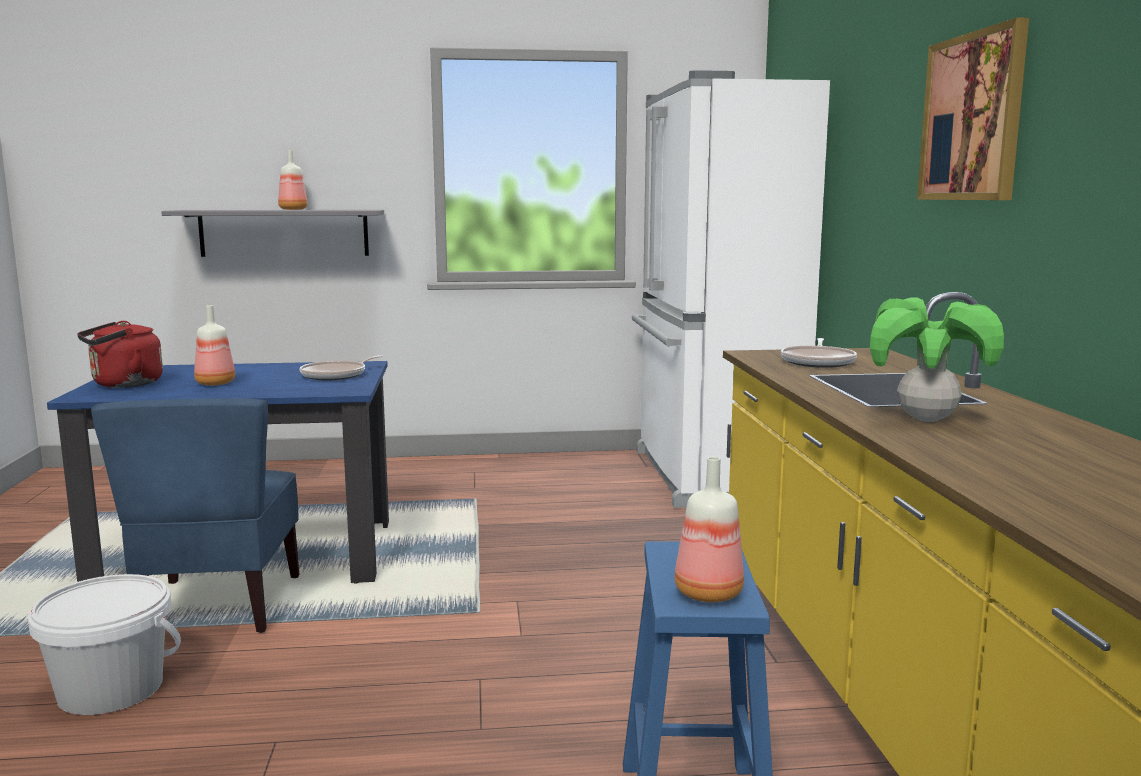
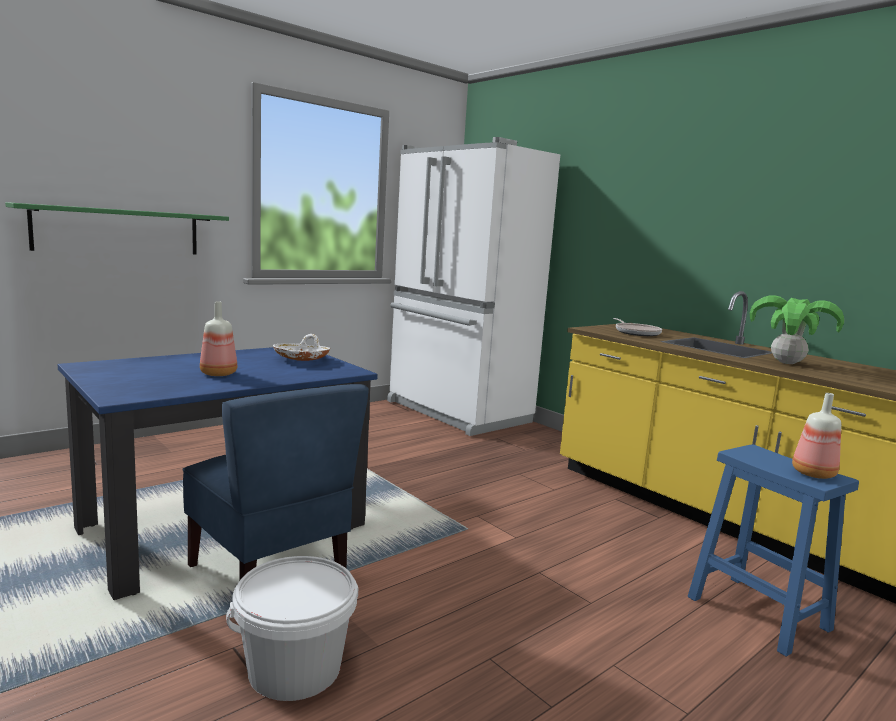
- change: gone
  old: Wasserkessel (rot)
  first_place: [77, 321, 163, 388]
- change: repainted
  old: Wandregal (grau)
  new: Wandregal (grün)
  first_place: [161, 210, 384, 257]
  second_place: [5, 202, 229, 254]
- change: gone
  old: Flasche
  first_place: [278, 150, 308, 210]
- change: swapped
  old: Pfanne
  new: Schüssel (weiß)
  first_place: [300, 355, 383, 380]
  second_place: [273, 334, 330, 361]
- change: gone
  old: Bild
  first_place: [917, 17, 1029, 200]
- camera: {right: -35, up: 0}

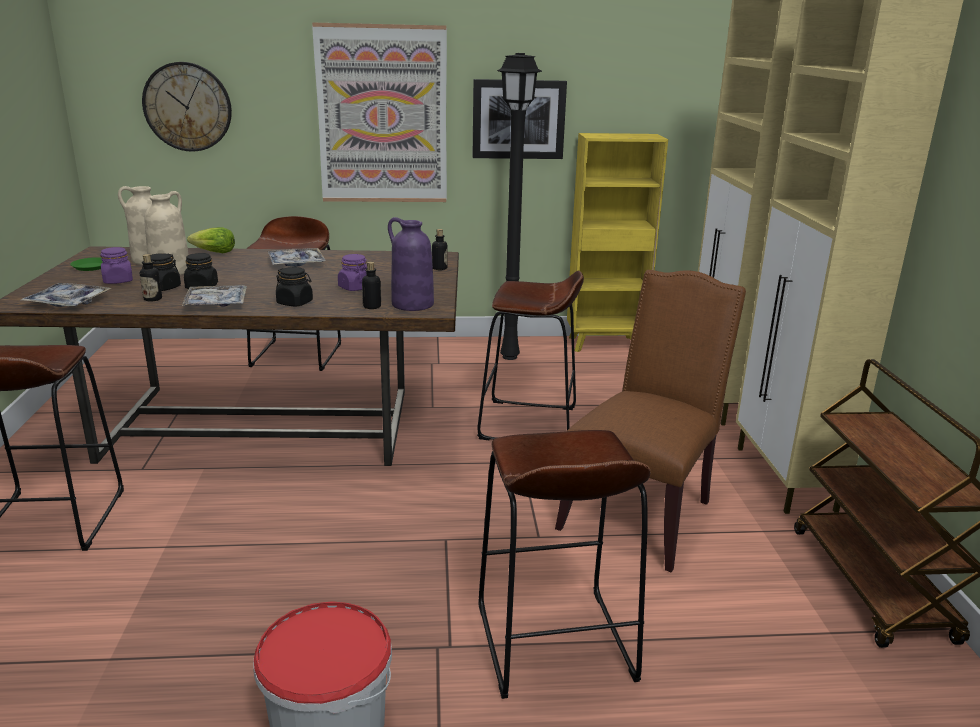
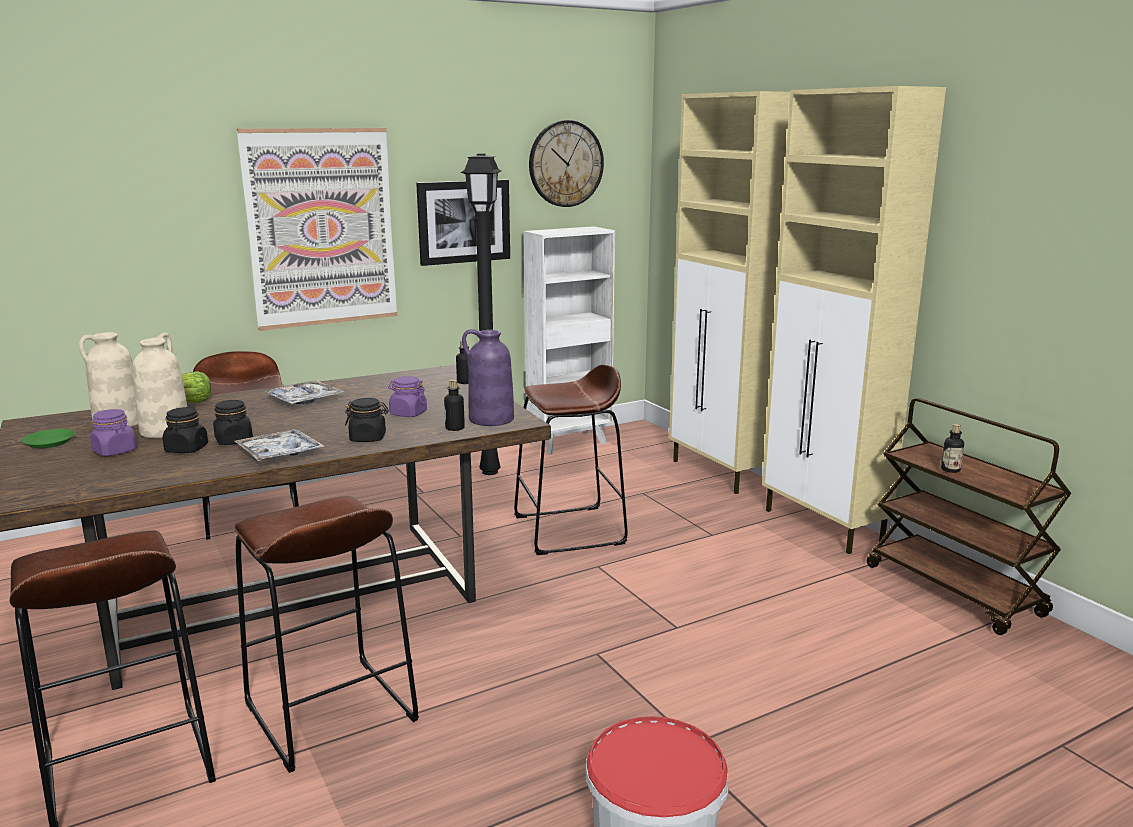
- change: gone
  old: Tablett
  first_place: [21, 283, 111, 307]
- change: shifted
  old: Flasche
  first_place: [140, 254, 162, 301]
  second_place: [941, 424, 964, 473]
- change: shifted
  old: Wanduhr
  first_place: [142, 62, 232, 152]
  second_place: [529, 120, 604, 207]
- change: shifted
  old: Hocker (braun)
  first_place: [478, 430, 650, 699]
  second_place: [235, 496, 419, 773]
- change: gone
  old: Stuhl (braun)
  first_place: [555, 270, 746, 572]
- change: repainted
  old: Bücherregal (gelb)
  new: Bücherregal (weiß)
  first_place: [567, 133, 668, 352]
  second_place: [523, 226, 615, 455]
- camera: {right: -25, up: -5}

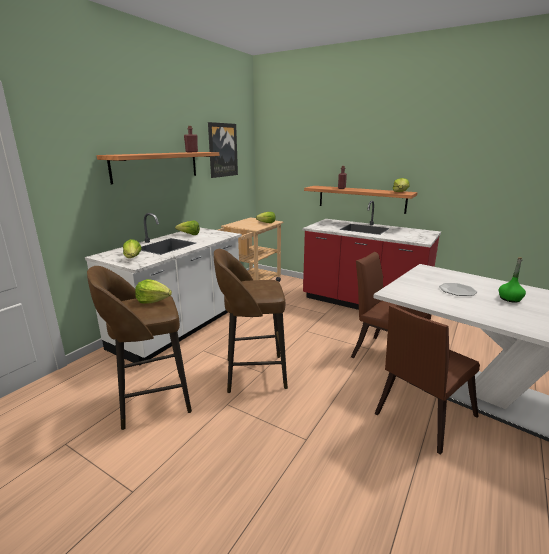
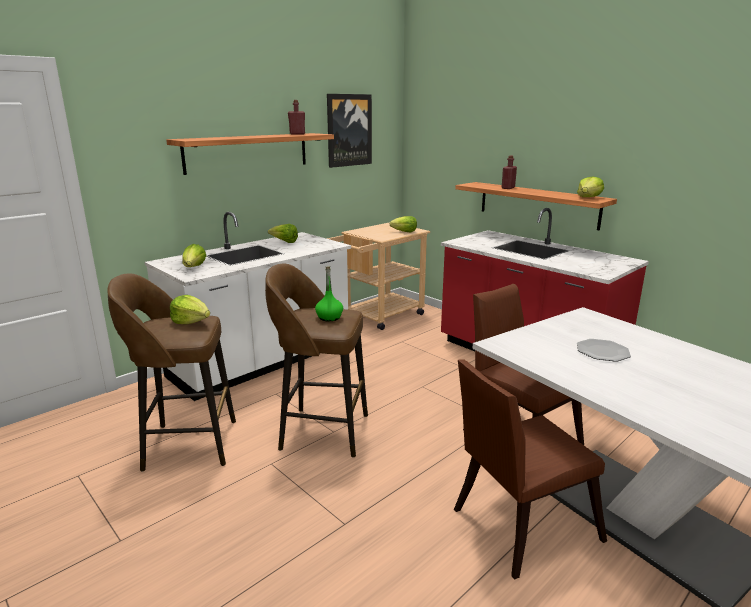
- change: shifted
  old: Flasche (grün)
  first_place: [499, 257, 526, 303]
  second_place: [315, 266, 343, 321]
- camera: {right: 15, up: 0}

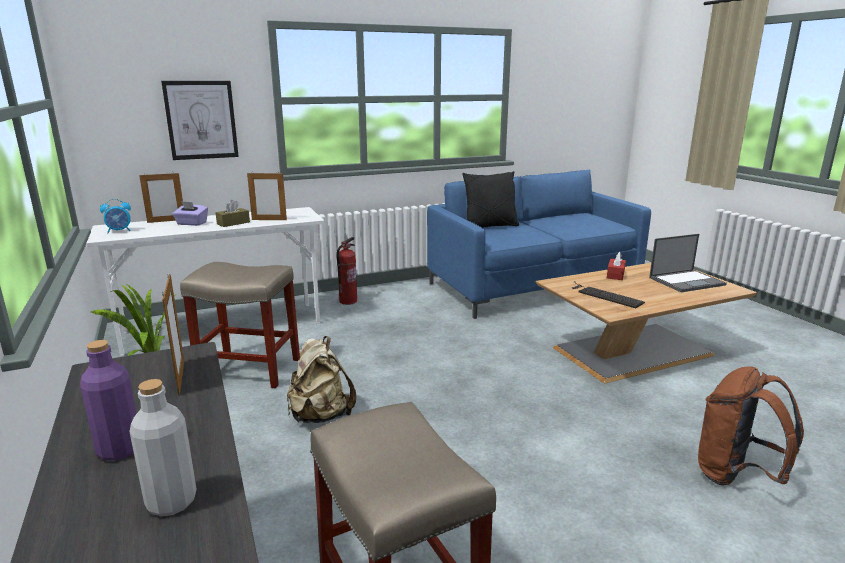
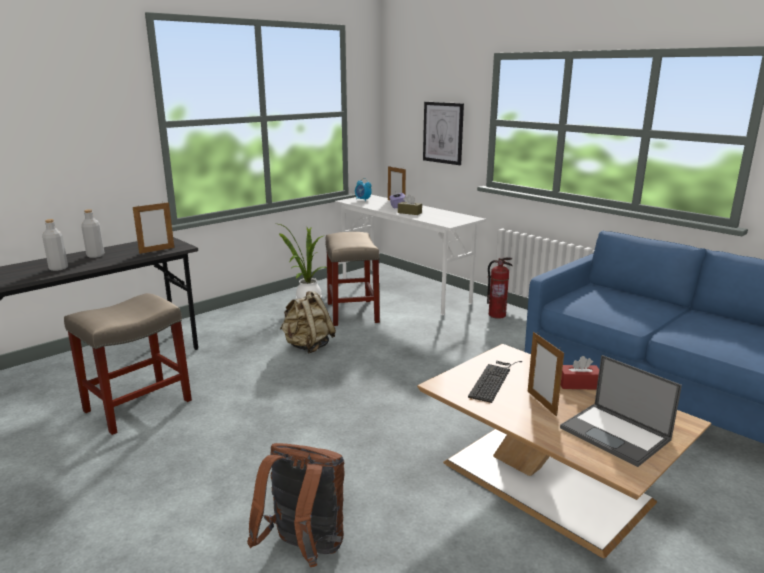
- change: repainted
  old: Flasche (lila)
  new: Flasche (grau)
  first_place: [80, 340, 137, 461]
  second_place: [81, 209, 104, 258]
- change: shifted
  old: Bilderrahmen
  first_place: [247, 172, 287, 220]
  second_place: [528, 332, 564, 416]
- change: gone
  old: Kissen (schwarz)
  first_place: [462, 171, 519, 228]
- camera: {right: 70, up: 0}

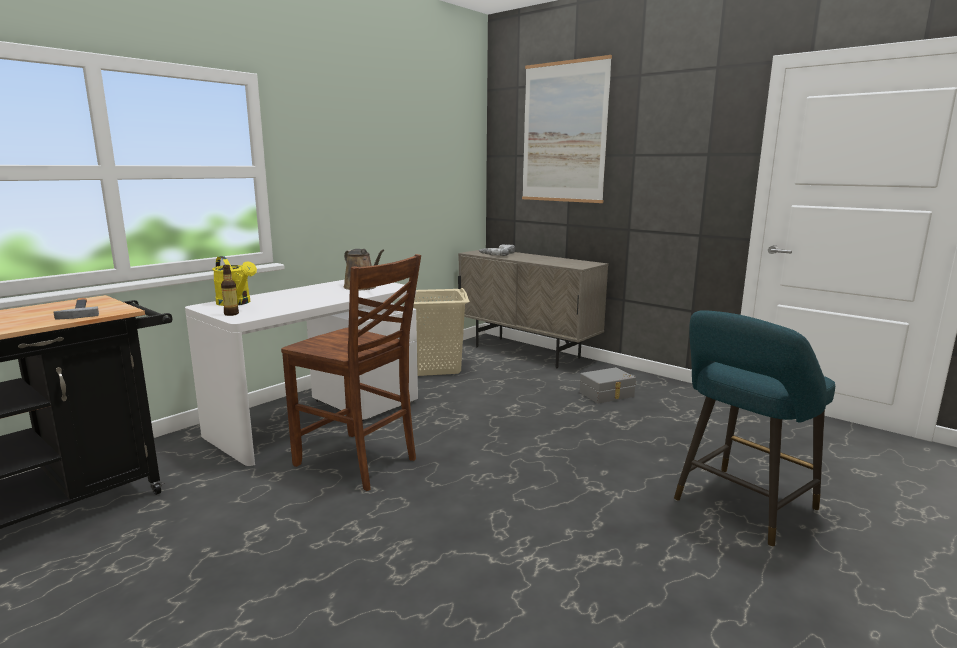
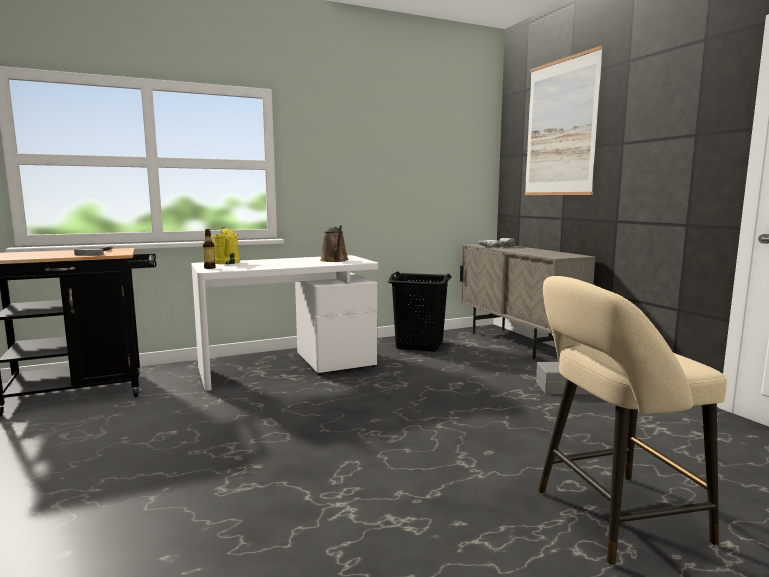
- change: gone
  old: Stuhl (braun)
  first_place: [281, 254, 421, 491]
- change: repainted
  old: Wäschekorb (beige)
  new: Wäschekorb (schwarz)
  first_place: [413, 288, 470, 376]
  second_place: [388, 272, 452, 352]
- change: repainted
  old: Hocker (türkis)
  new: Hocker (beige)
  first_place: [674, 310, 835, 547]
  second_place: [538, 276, 727, 566]
- camera: {right: 25, up: -5}

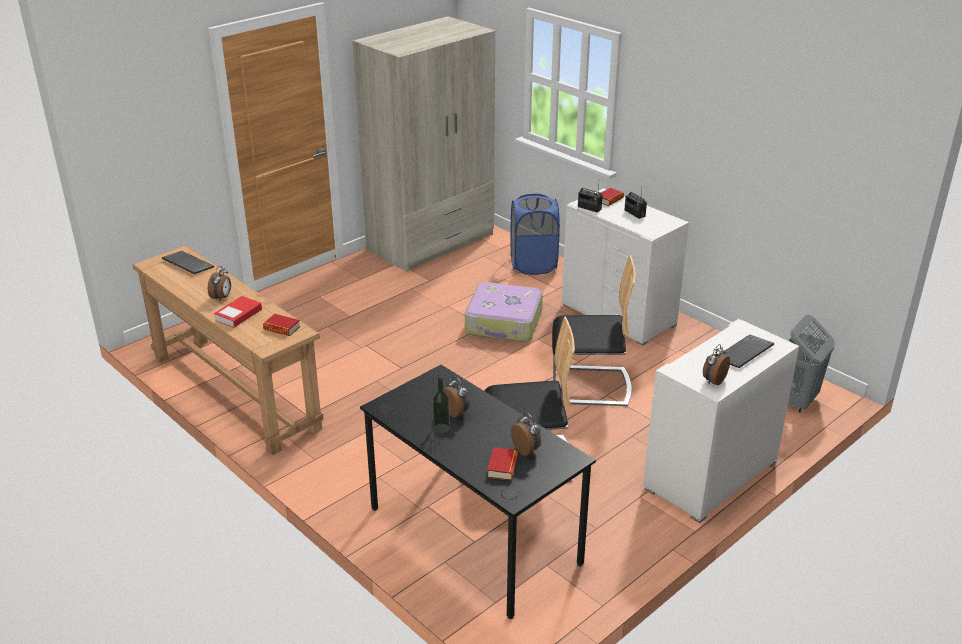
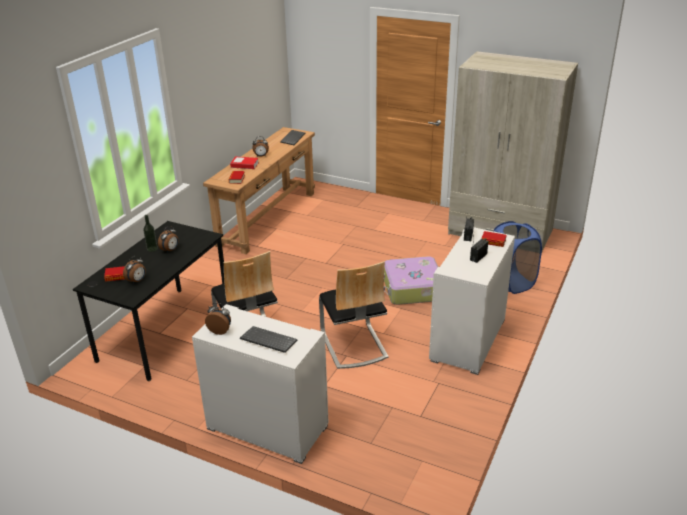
- change: gone
  old: Wäschekorb (grau)
  first_place: [787, 315, 835, 413]
- camera: {right: 70, up: 0}

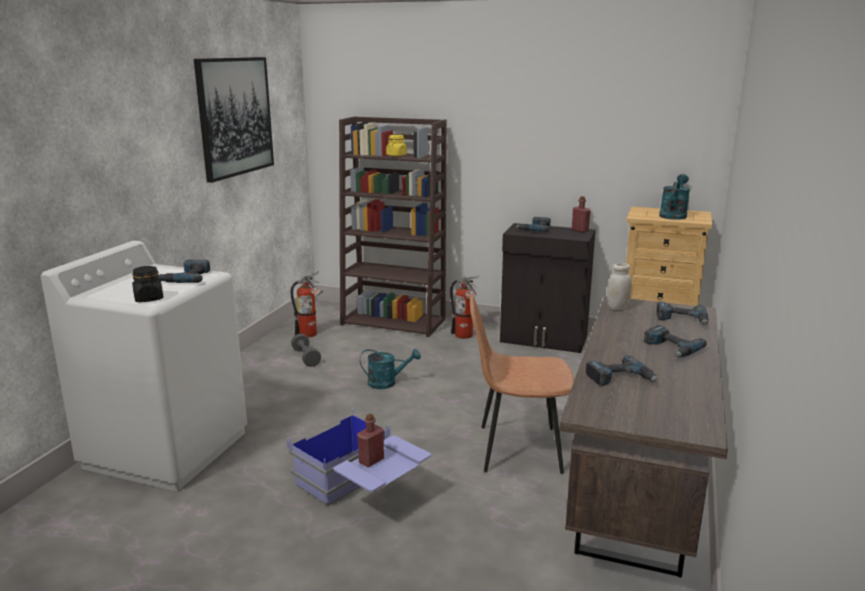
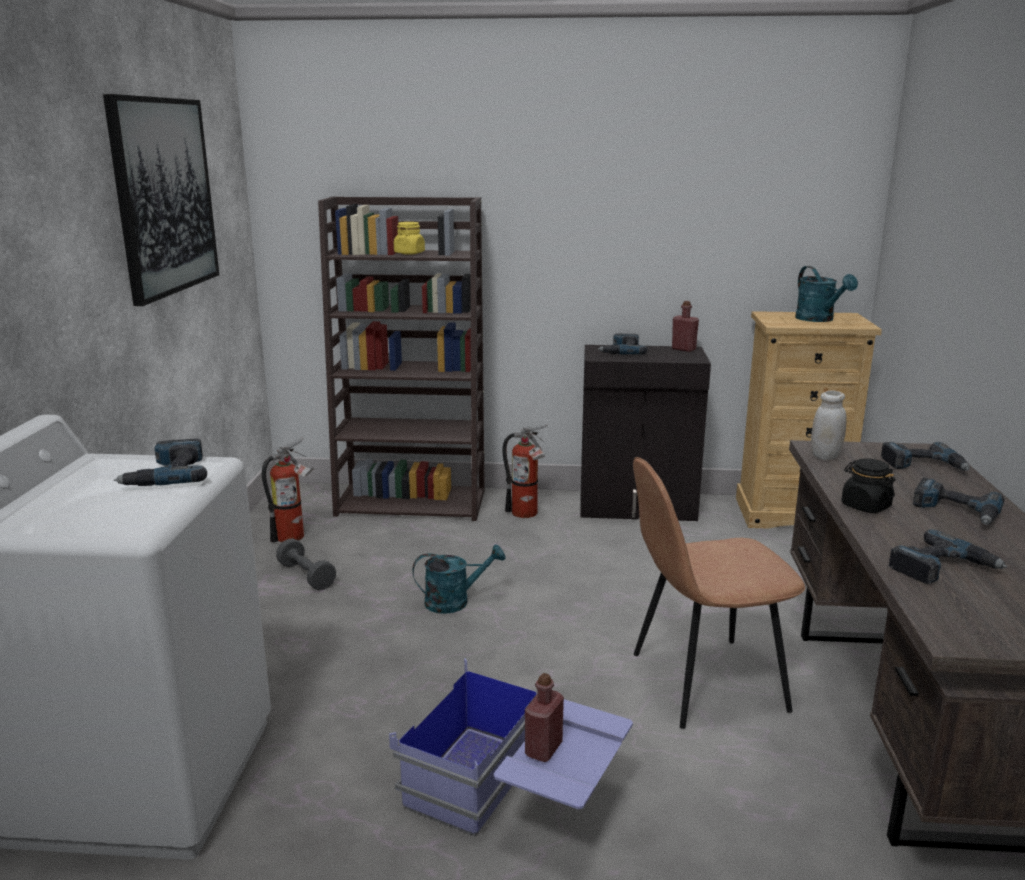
- change: shifted
  old: Vorratsglas (schwarz)
  first_place: [132, 266, 163, 302]
  second_place: [841, 459, 895, 513]
- change: rotated
  old: Gießkanne (türkis)
  first_place: [659, 174, 690, 220]
  second_place: [795, 266, 858, 322]
  degrees: 150
- camera: {right: -15, up: 0}

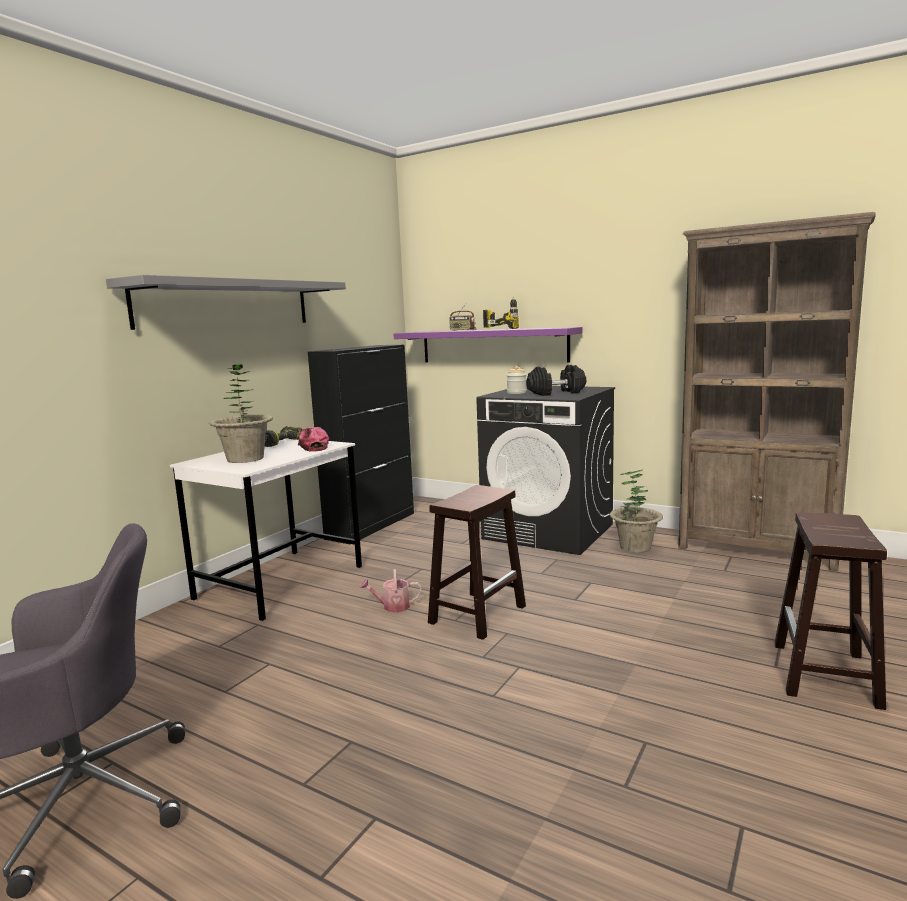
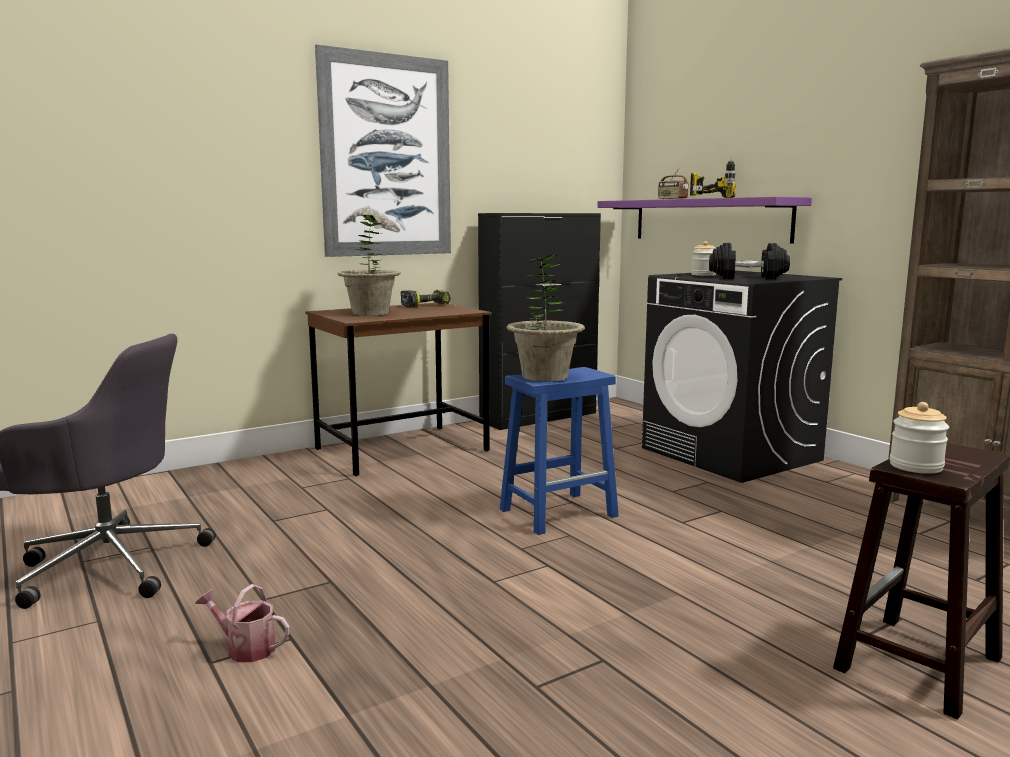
- change: swapped
  old: Wandregal (grau)
  new: Bild
  first_place: [106, 275, 346, 330]
  second_place: [315, 44, 451, 257]
- change: repainted
  old: Schreibtisch (weiß)
  new: Schreibtisch (braun)
  first_place: [170, 438, 362, 621]
  second_place: [305, 303, 492, 476]
- change: gone
  old: Kappe
  first_place: [298, 427, 329, 452]
- change: shifted
  old: Gießkanne
  first_place: [359, 569, 422, 612]
  second_place: [195, 584, 290, 662]
- change: repainted
  old: Hocker (braun)
  new: Hocker (blau)
  first_place: [428, 485, 526, 640]
  second_place: [500, 367, 619, 535]
- change: shifted
  old: Topfpflanze
  first_place: [610, 469, 663, 553]
  second_place: [507, 255, 585, 382]
- change: new
  new: Vorratsglas
  second_place: [890, 402, 949, 474]
- camera: {right: 25, up: 0}

